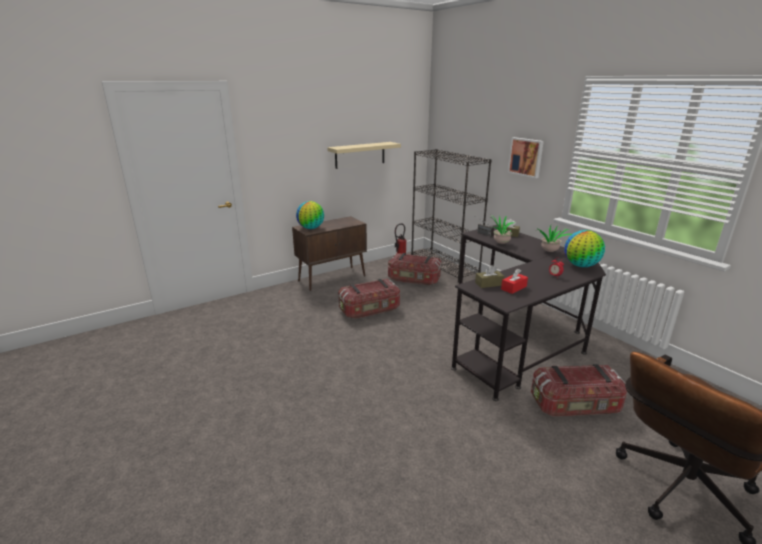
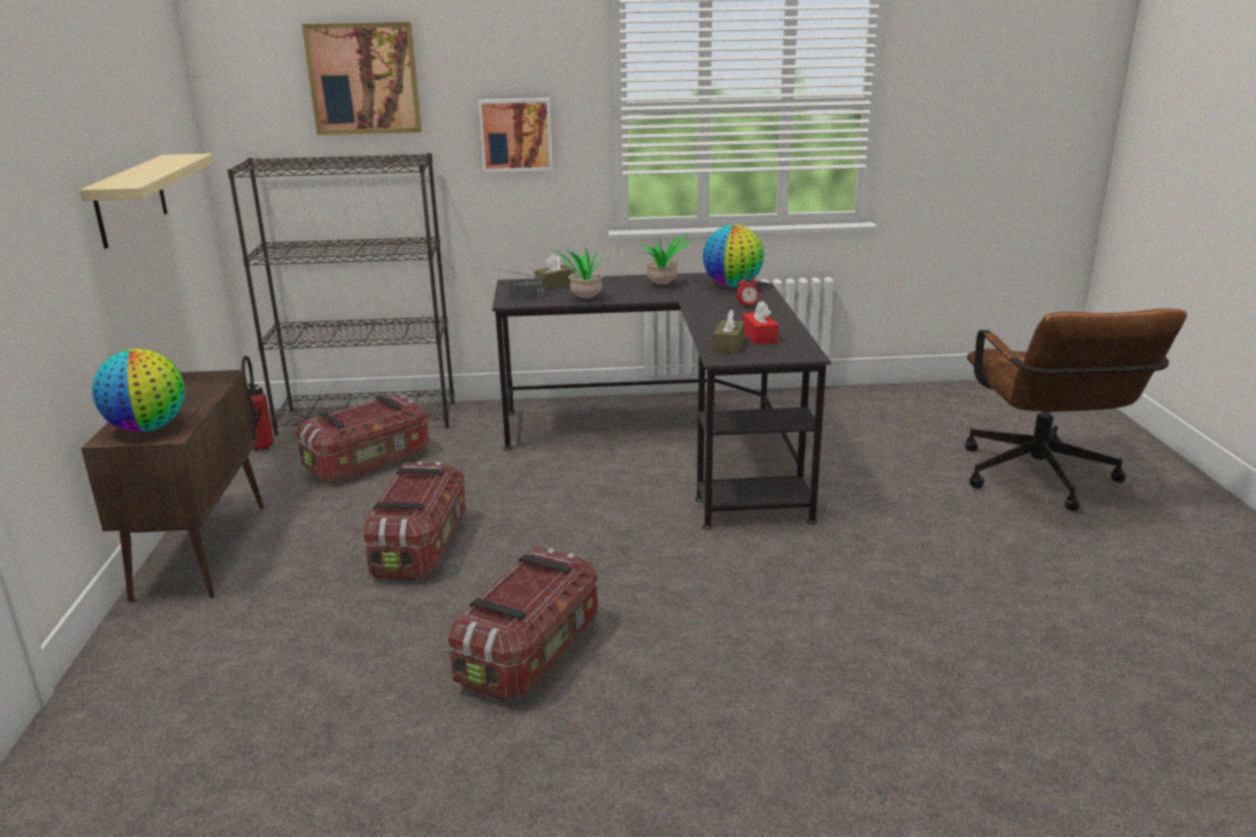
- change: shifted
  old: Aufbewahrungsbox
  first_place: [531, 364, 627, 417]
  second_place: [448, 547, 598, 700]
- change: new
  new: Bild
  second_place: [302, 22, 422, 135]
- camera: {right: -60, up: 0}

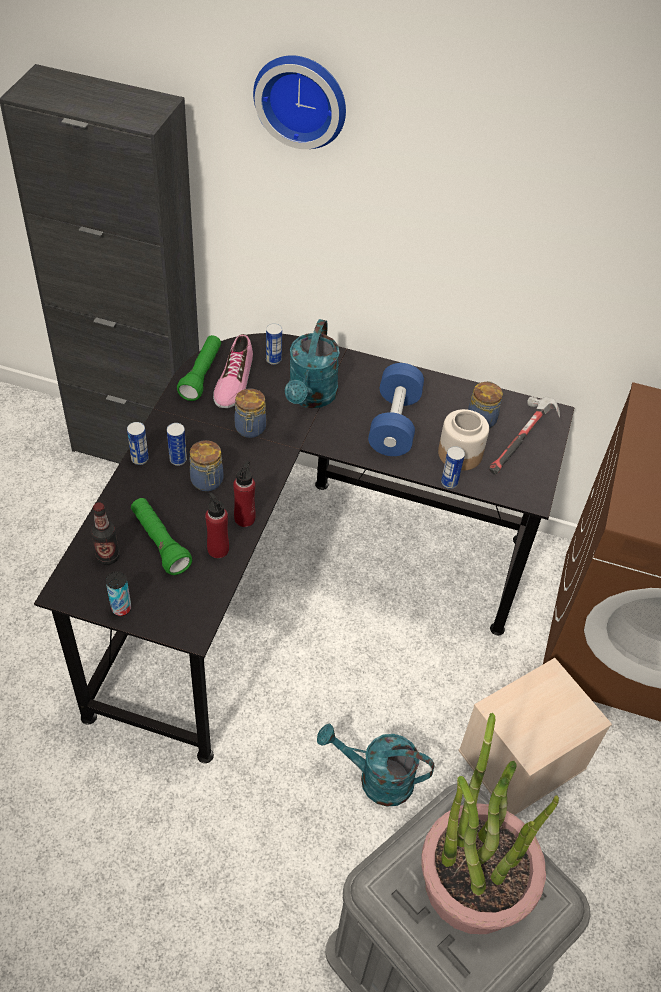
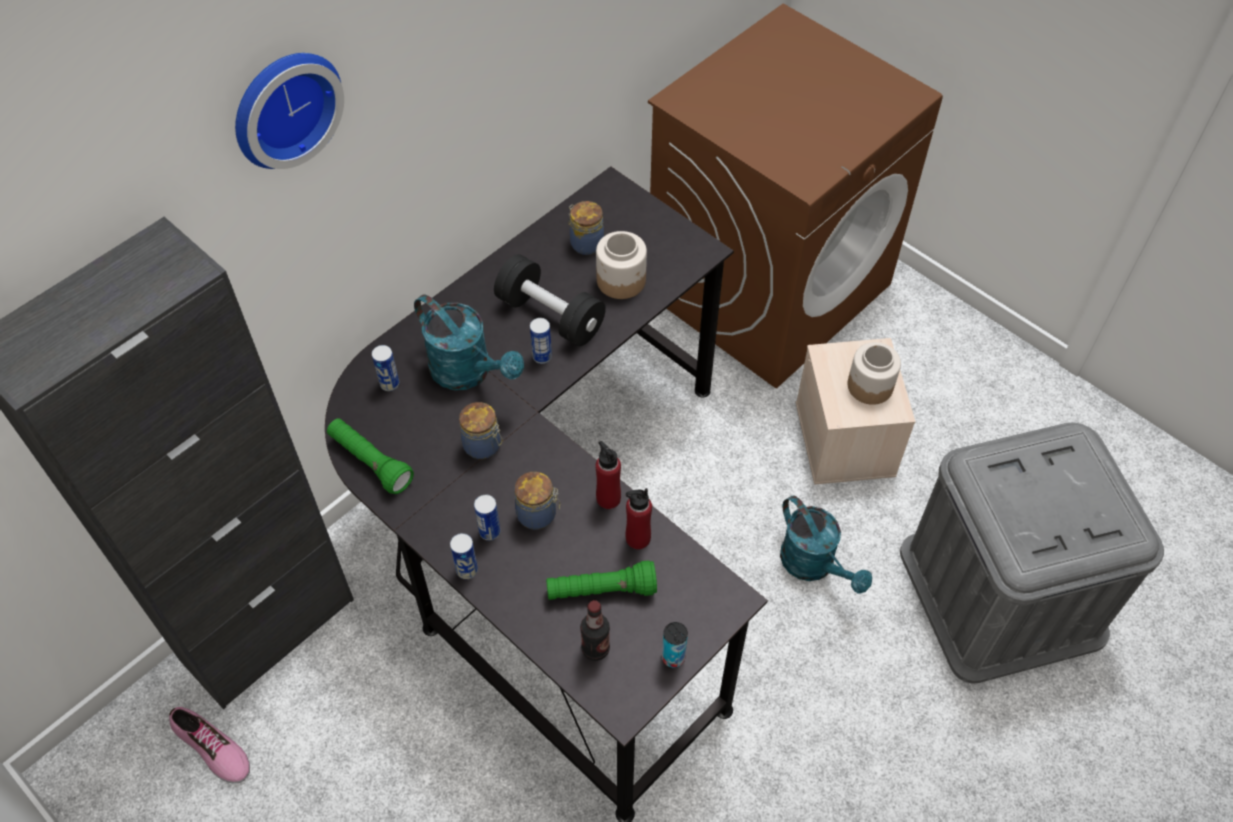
- change: shifted
  old: Schuh
  first_place: [213, 334, 253, 408]
  second_place: [169, 707, 250, 784]
- change: rotated
  old: Gießkanne (türkis)
  first_place: [317, 724, 434, 807]
  second_place: [780, 495, 872, 593]
  degrees: -75
- change: repainted
  old: Hantel (blau)
  new: Hantel (schwarz)
  first_place: [368, 363, 424, 456]
  second_place: [494, 254, 606, 346]
- change: gone
  old: Topfpflanze
  first_place: [422, 713, 559, 934]
- change: shifted
  old: Dose
  first_place: [441, 446, 465, 489]
  second_place: [530, 318, 552, 364]
- change: gone
  old: Hammer
  first_place: [488, 397, 560, 475]
- change: new
  new: Vorratsglas
  second_place: [847, 342, 901, 405]
- camera: {right: -60, up: 5}

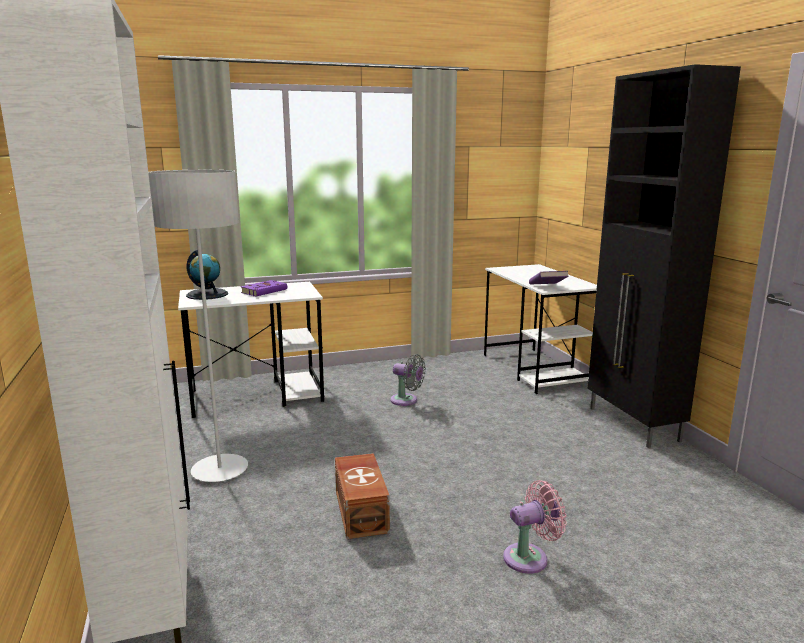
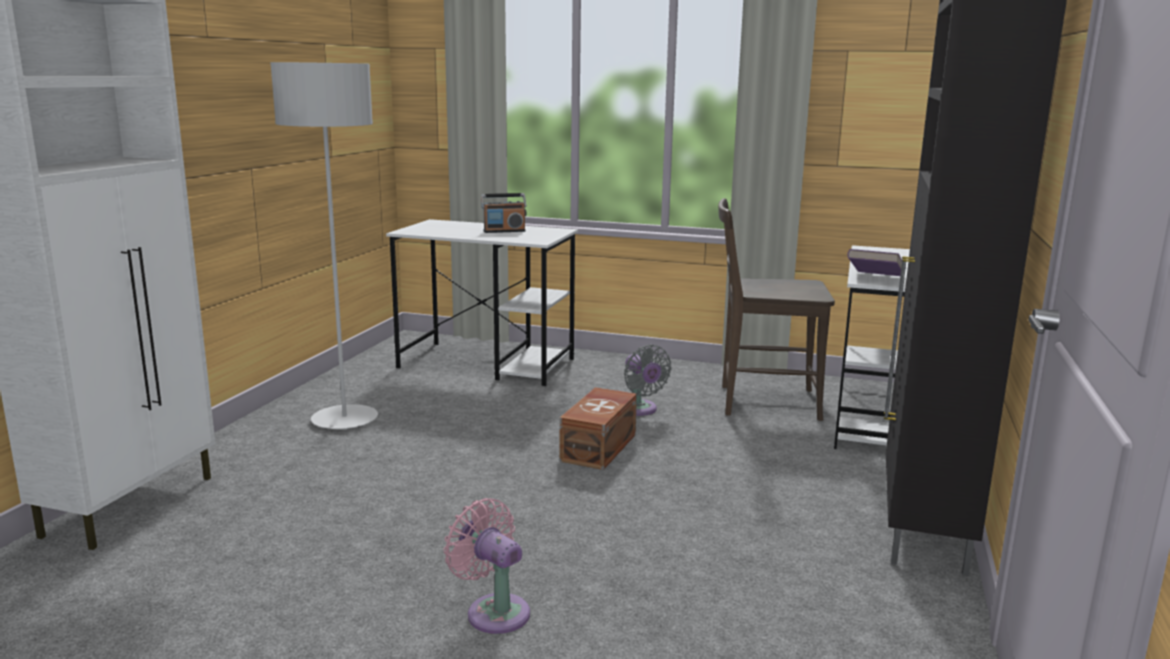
- change: gone
  old: Globus
  first_place: [186, 250, 228, 300]
- change: swapped
  old: Buch (lila)
  new: Radio
  first_place: [241, 280, 287, 296]
  second_place: [481, 193, 526, 233]
- change: shifted
  old: Aufbewahrungsbox (braun)
  first_place: [335, 453, 390, 539]
  second_place: [559, 387, 637, 470]
- change: rotated
  old: Ventilator (rosa)
  first_place: [503, 480, 567, 574]
  second_place: [444, 498, 530, 634]
  degrees: -150
- change: new
  new: Stuhl (braun)
  second_place: [718, 198, 835, 421]
- camera: {right: 35, up: 0}

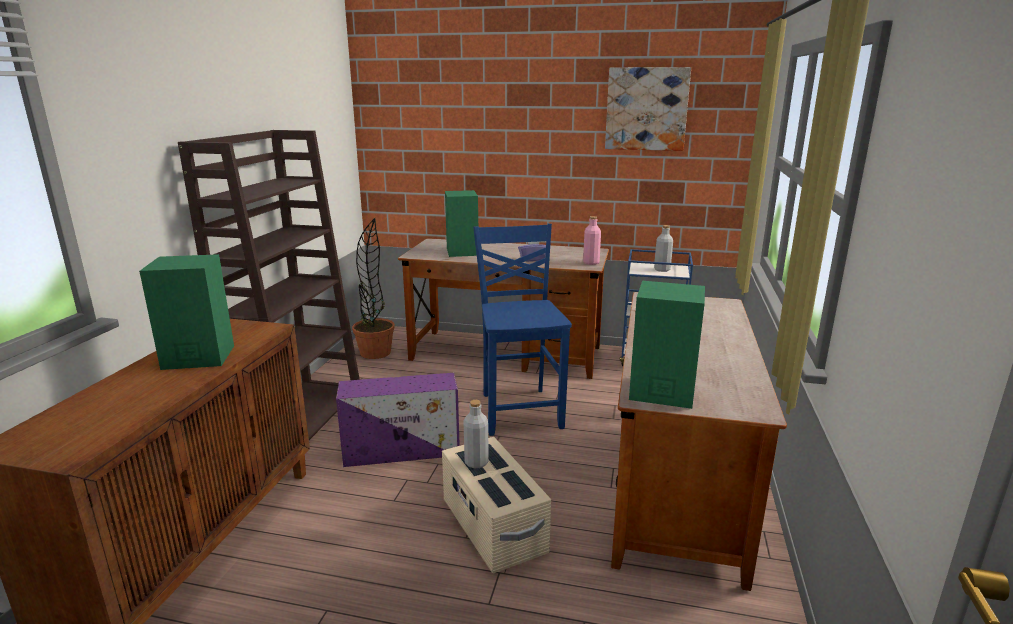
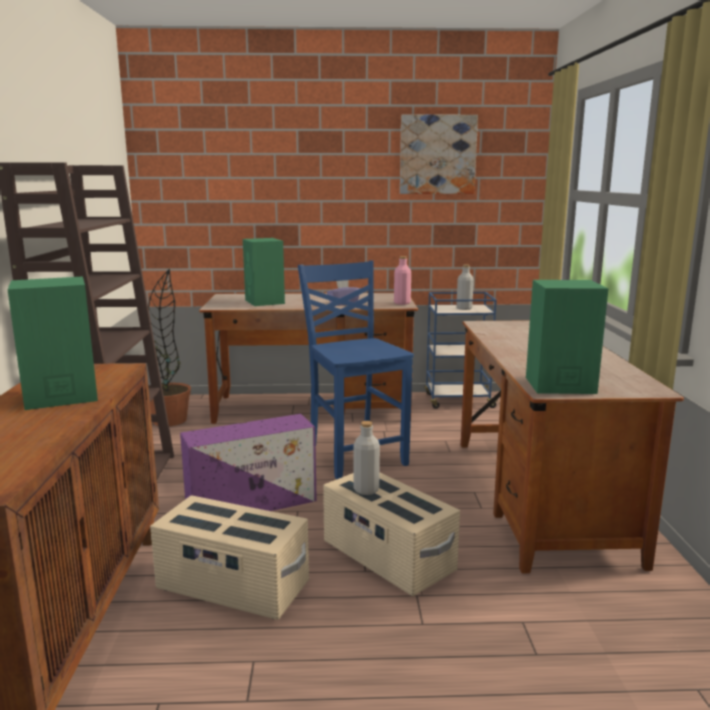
- change: new
  new: Aufbewahrungsbox (beige)
  second_place: [150, 495, 309, 620]
- camera: {right: -15, up: -5}

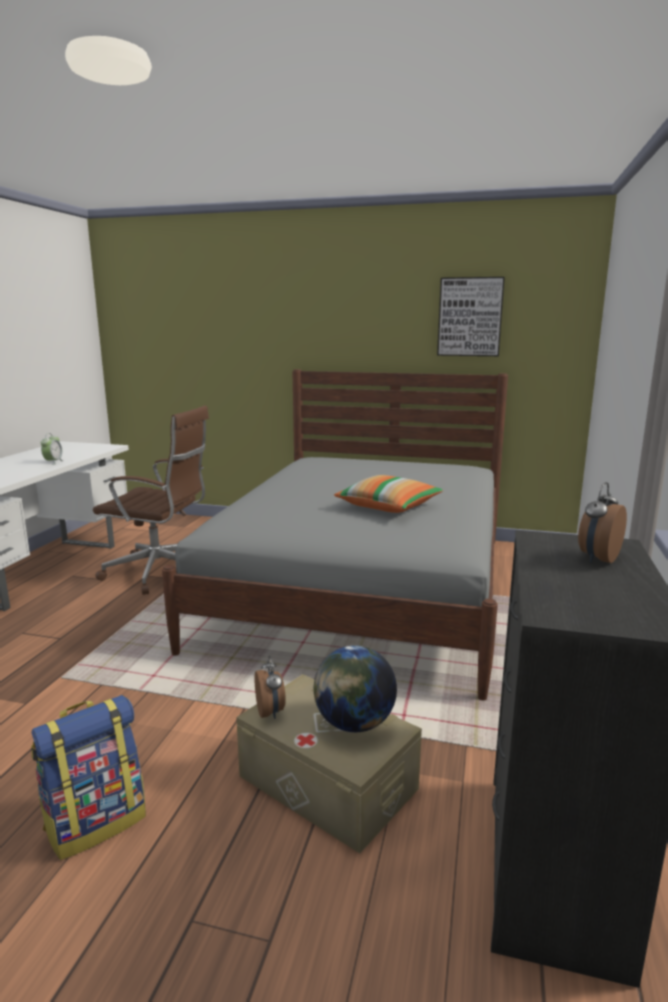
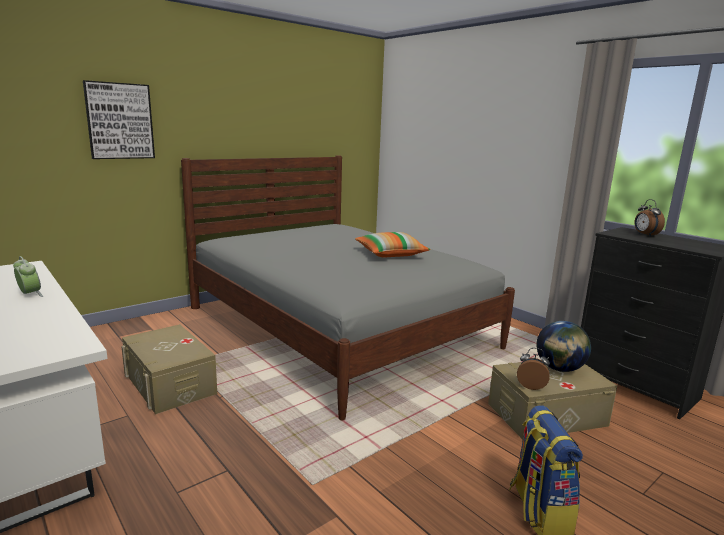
- change: swapped
  old: Bürostuhl (braun)
  new: Aufbewahrungsbox (beige)
  first_place: [93, 406, 209, 595]
  second_place: [122, 324, 217, 414]
- change: shifted
  old: Bild
  first_place: [437, 277, 505, 356]
  second_place: [83, 80, 155, 159]
- camera: {right: -55, up: 0}

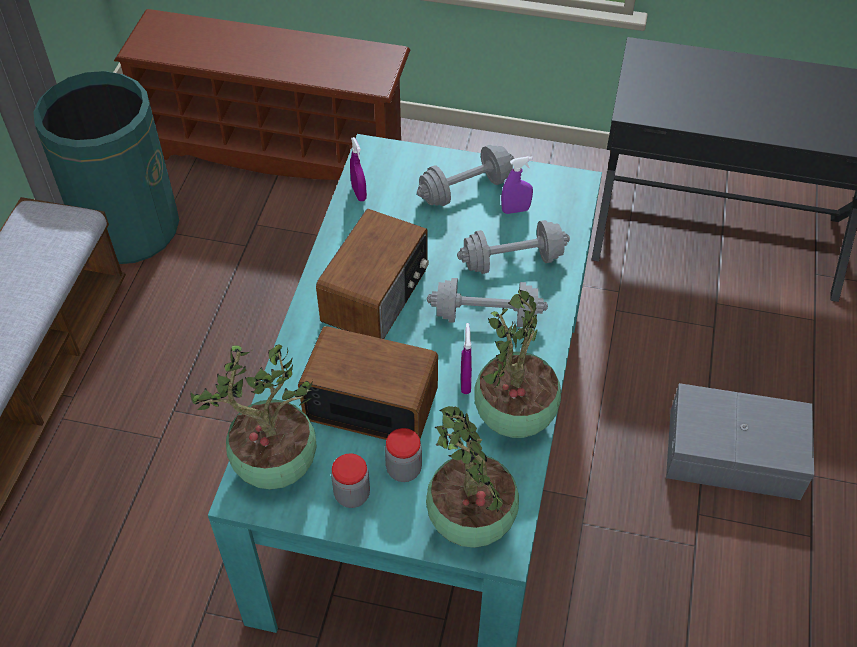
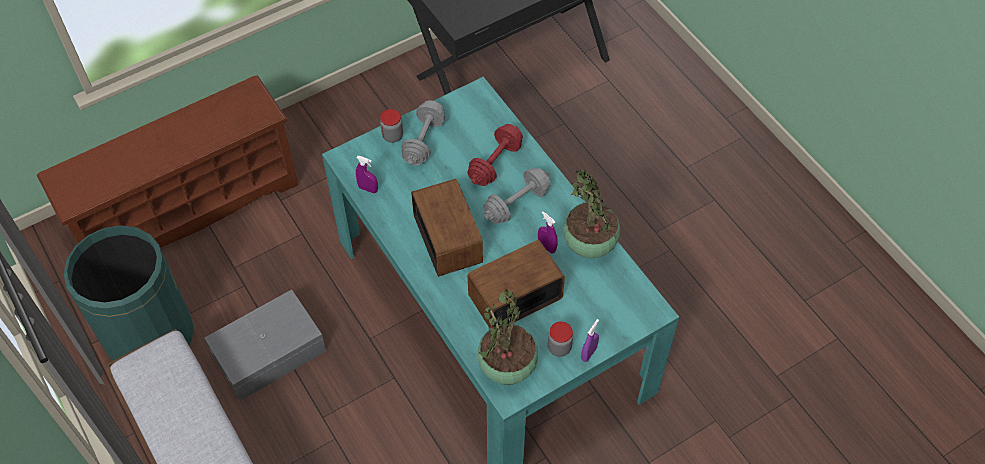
- change: shifted
  old: Vorratsglas
  first_place: [385, 428, 422, 482]
  second_place: [380, 109, 403, 143]
- change: gone
  old: Topfpflanze
  first_place: [426, 406, 519, 548]
- change: repainted
  old: Hantel (grau)
  new: Hantel (rot)
  first_place: [457, 220, 570, 274]
  second_place: [467, 124, 523, 186]
- change: shifted
  old: Sprühflasche (lila)
  first_place: [501, 156, 533, 214]
  second_place: [581, 319, 599, 362]
- change: shifted
  old: Aufbewahrungsbox (grau)
  first_place: [666, 383, 814, 500]
  second_place: [204, 290, 326, 401]
- camera: {right: -45, up: 5}

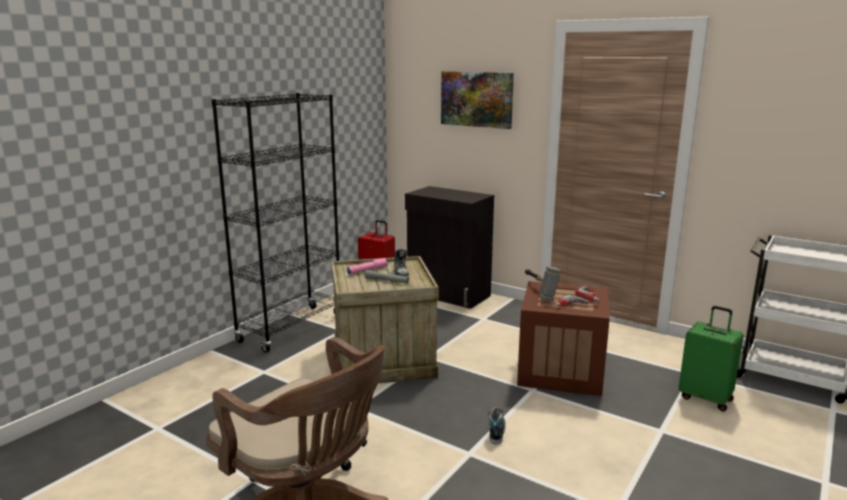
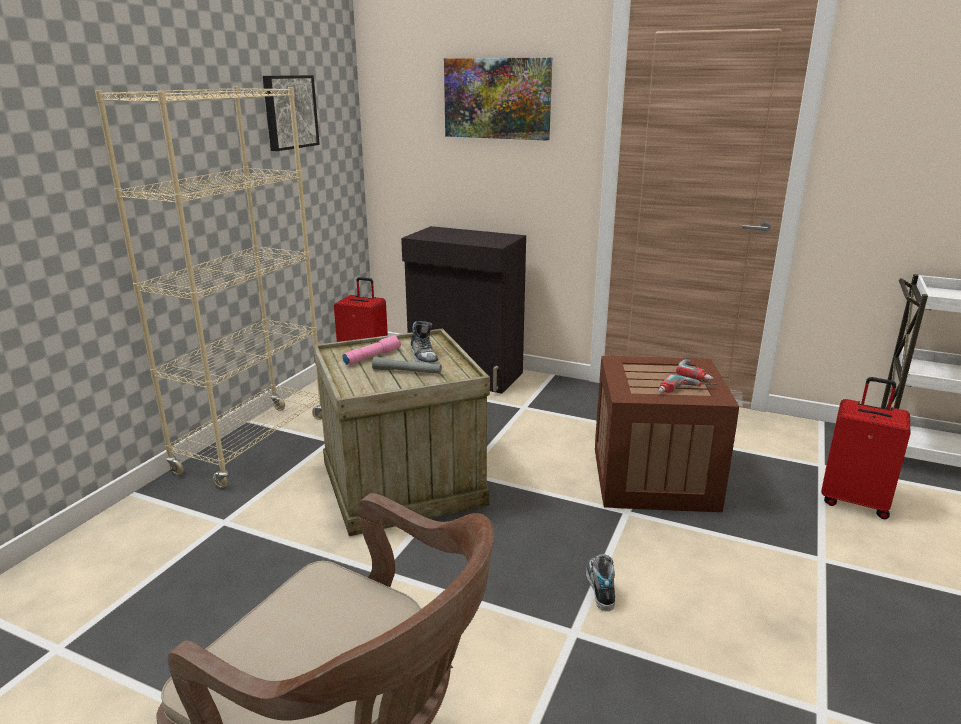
- change: repainted
  old: Bücherregal (schwarz)
  new: Bücherregal (beige)
  first_place: [212, 93, 339, 352]
  second_place: [95, 87, 322, 488]
- change: gone
  old: Hammer
  first_place: [525, 266, 561, 301]
- change: repainted
  old: Koffer (grün)
  new: Koffer (rot)
  first_place: [679, 306, 744, 411]
  second_place: [821, 377, 910, 519]
- change: new
  new: Bild
  second_place: [263, 75, 320, 151]
- camera: {right: -10, up: 5}

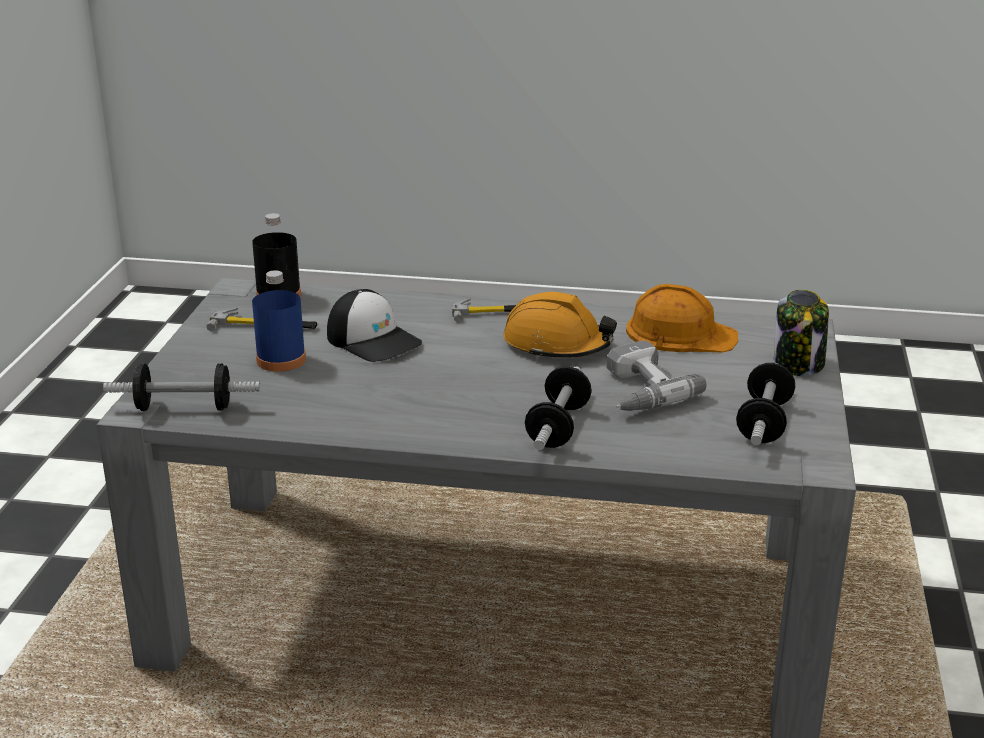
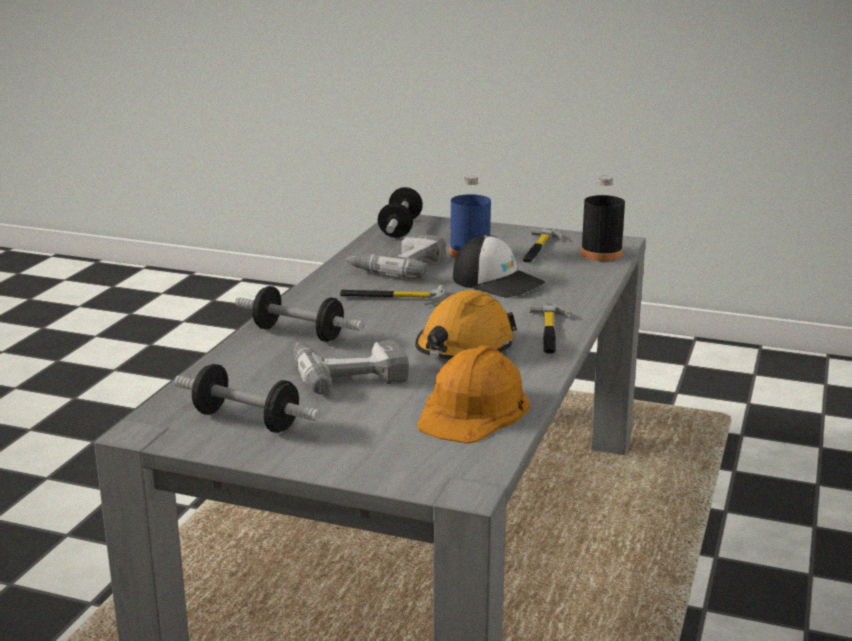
- change: rotated
  old: Kappe
  first_place: [327, 289, 423, 362]
  second_place: [453, 235, 545, 297]
  degrees: -105
- change: gone
  old: Vorratsglas
  first_place: [774, 290, 829, 376]
- change: new
  new: Hammer
  second_place: [340, 284, 446, 306]
- change: new
  new: Bohrmaschine
  second_place: [346, 233, 445, 278]
- camera: {right: 100, up: -5}

